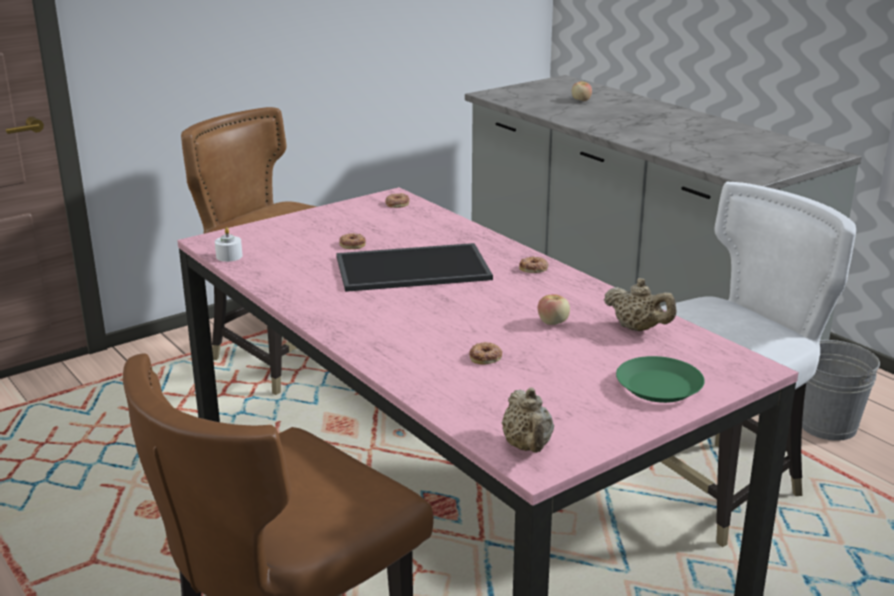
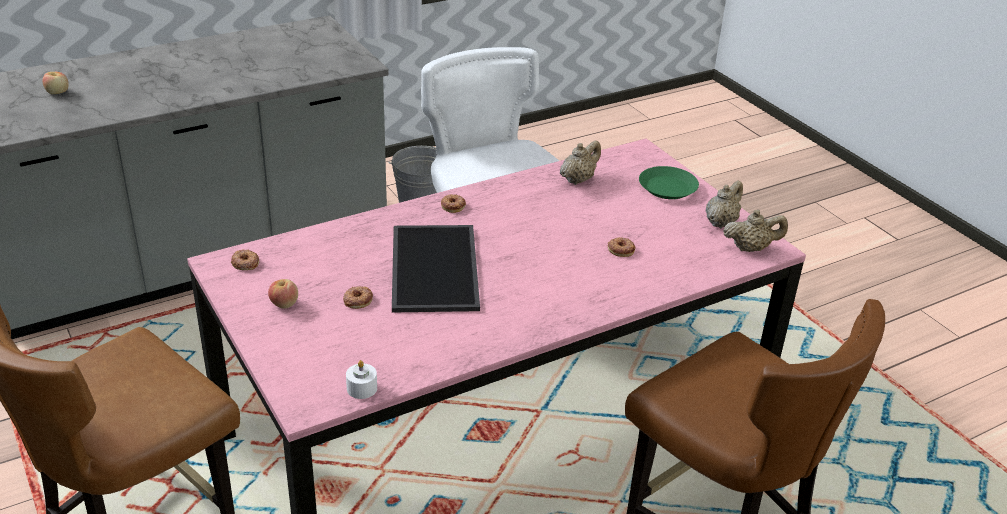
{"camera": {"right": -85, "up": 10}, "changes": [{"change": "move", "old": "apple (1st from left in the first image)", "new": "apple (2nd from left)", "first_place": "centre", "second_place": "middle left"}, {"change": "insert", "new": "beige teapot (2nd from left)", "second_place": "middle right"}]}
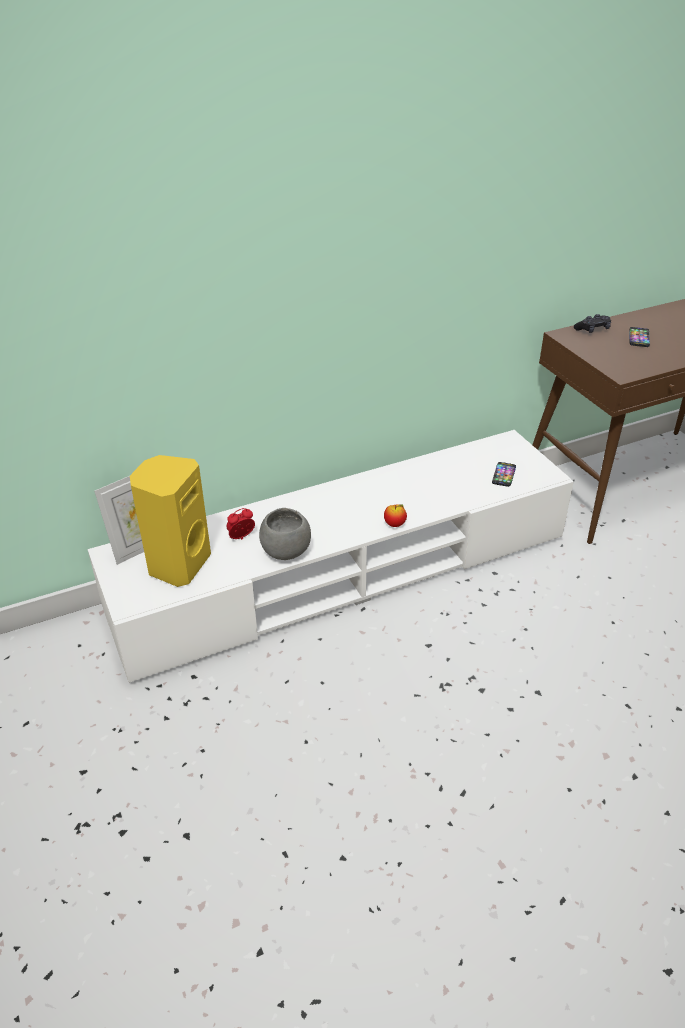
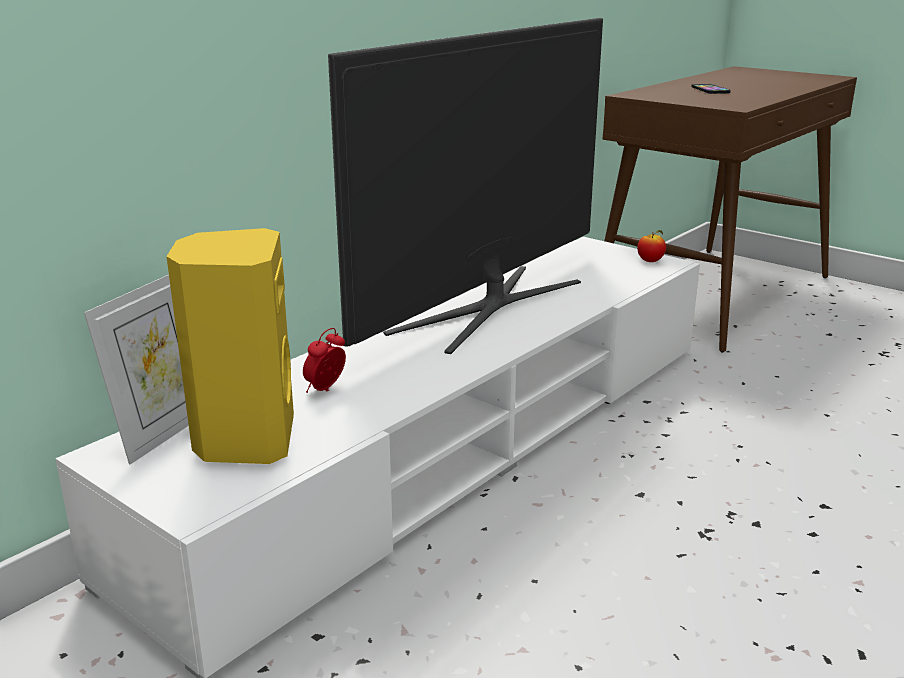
{"camera": {"right": -25, "up": -15}, "changes": [{"change": "delete", "old": "black game controller", "first_place": "top right"}, {"change": "delete", "old": "phone (1st from left)", "first_place": "middle right"}, {"change": "move", "old": "apple", "first_place": "centre", "second_place": "middle right"}, {"change": "delete", "old": "grey bowl", "first_place": "centre"}, {"change": "insert", "new": "television", "second_place": "top centre"}]}
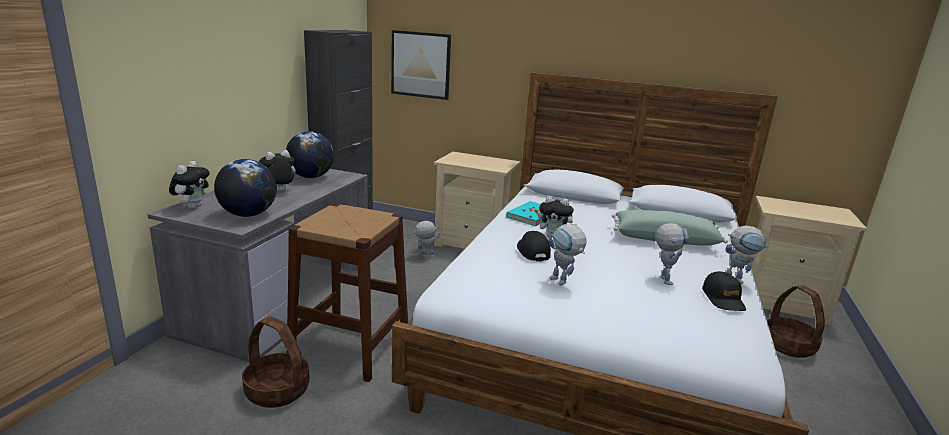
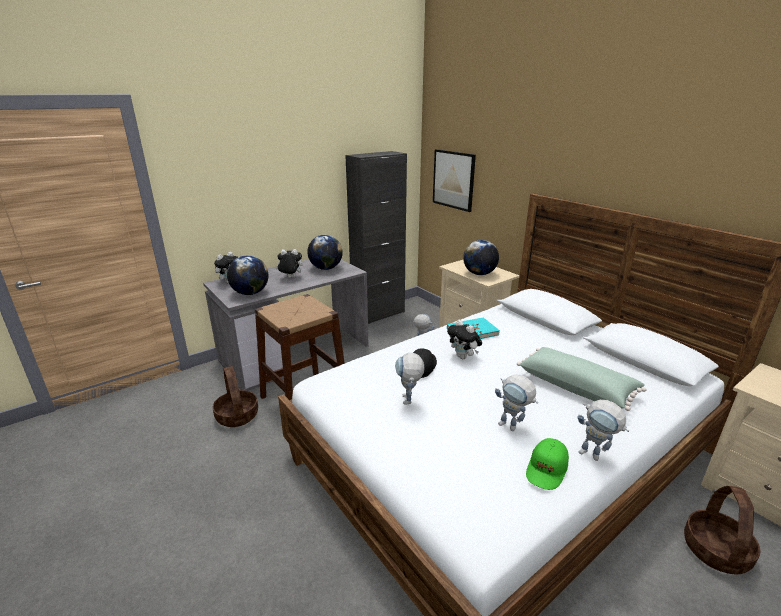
{"camera": {"right": 35, "up": 5}, "changes": [{"change": "rotate", "old": "toy robot (3rd from left)", "first_place": "middle right", "second_place": "centre", "degrees": 90}, {"change": "recolor", "old": "black cap (2nd from left)", "new": "green cap", "first_place": "bottom right", "second_place": "bottom right"}, {"change": "insert", "new": "globe (3rd from left)", "second_place": "centre"}]}
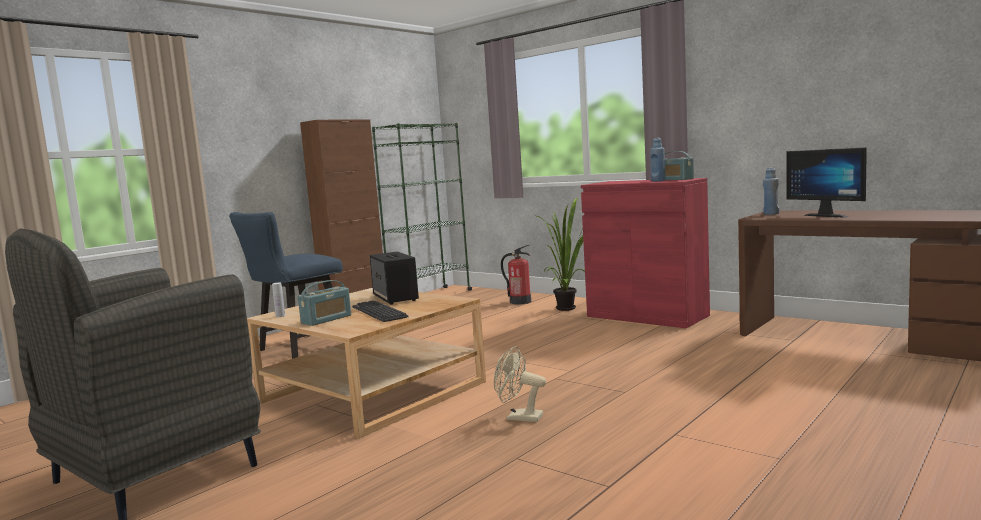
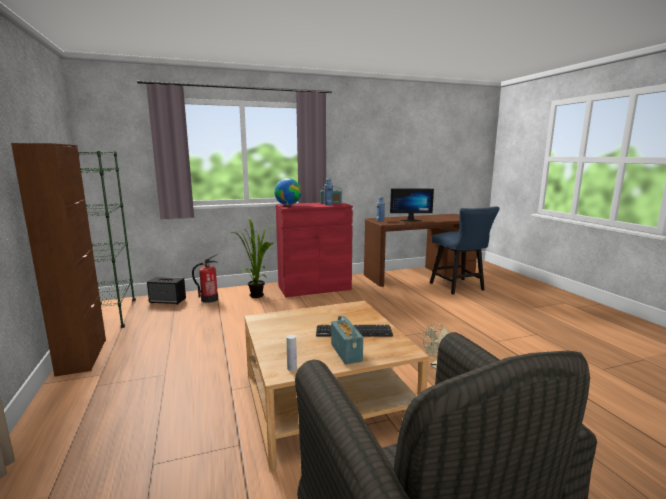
{"camera": {"right": -60, "up": 5}, "changes": [{"change": "move", "old": "blue chair", "first_place": "middle left", "second_place": "middle right"}, {"change": "move", "old": "speaker", "first_place": "centre", "second_place": "middle left"}, {"change": "insert", "new": "globe", "second_place": "centre"}]}
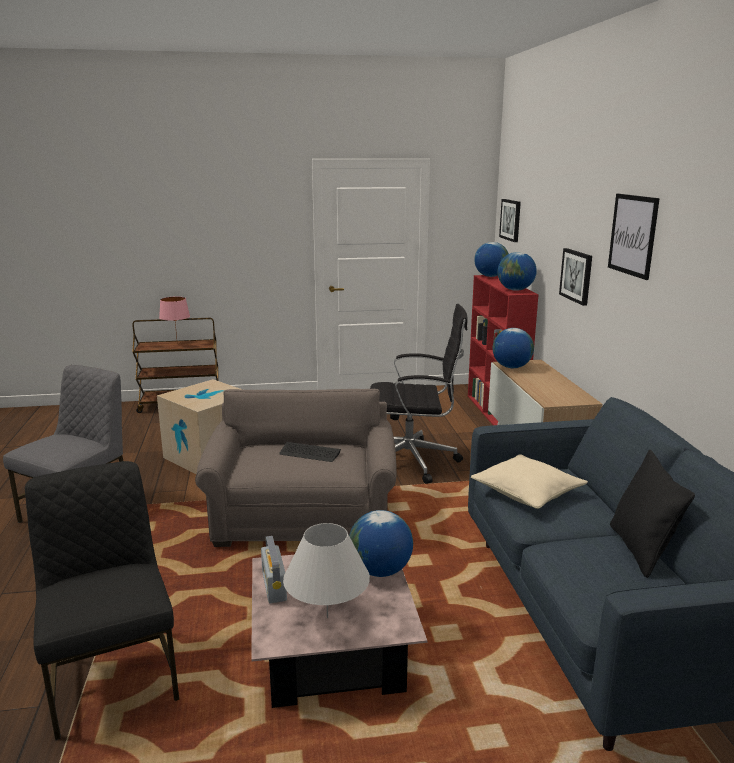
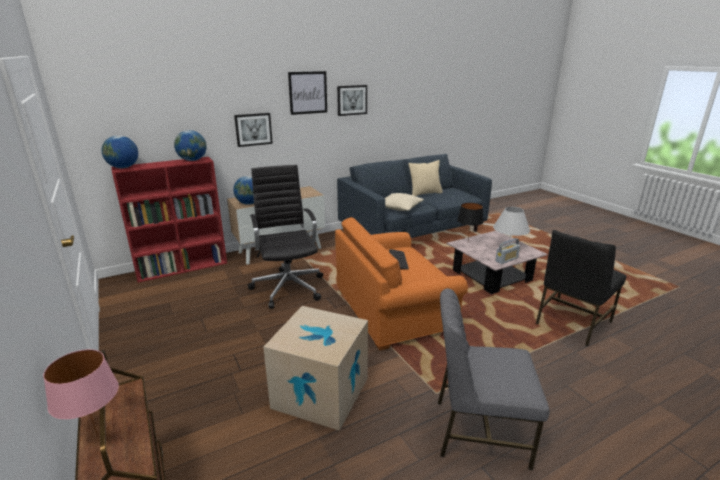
{"camera": {"right": -110, "up": 5}, "changes": [{"change": "move", "old": "picture (1st from left in the first image)", "new": "picture (3rd from left)", "first_place": "top right", "second_place": "top centre"}, {"change": "recolor", "old": "grey armchair", "new": "orange armchair", "first_place": "centre", "second_place": "centre"}, {"change": "recolor", "old": "black pillow", "new": "beige pillow (2nd from left)", "first_place": "bottom right", "second_place": "centre"}, {"change": "replace", "old": "globe (1st from left)", "new": "black table lamp", "first_place": "bottom centre", "second_place": "centre"}]}
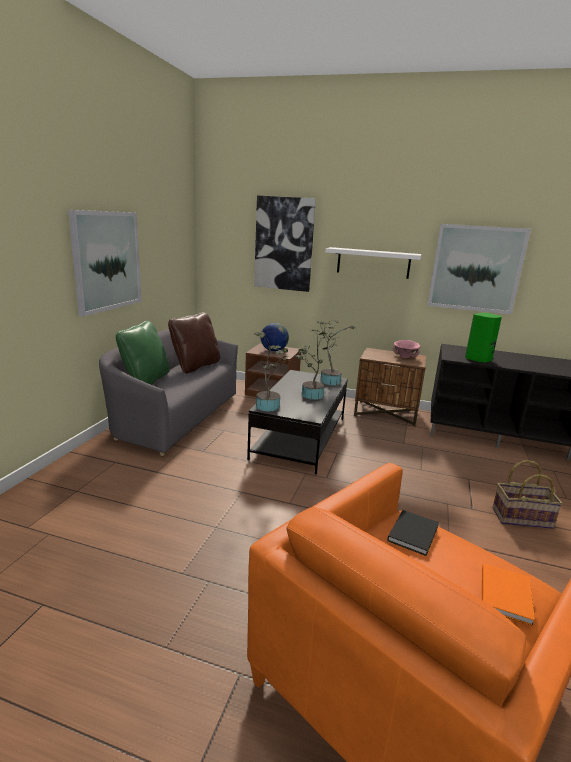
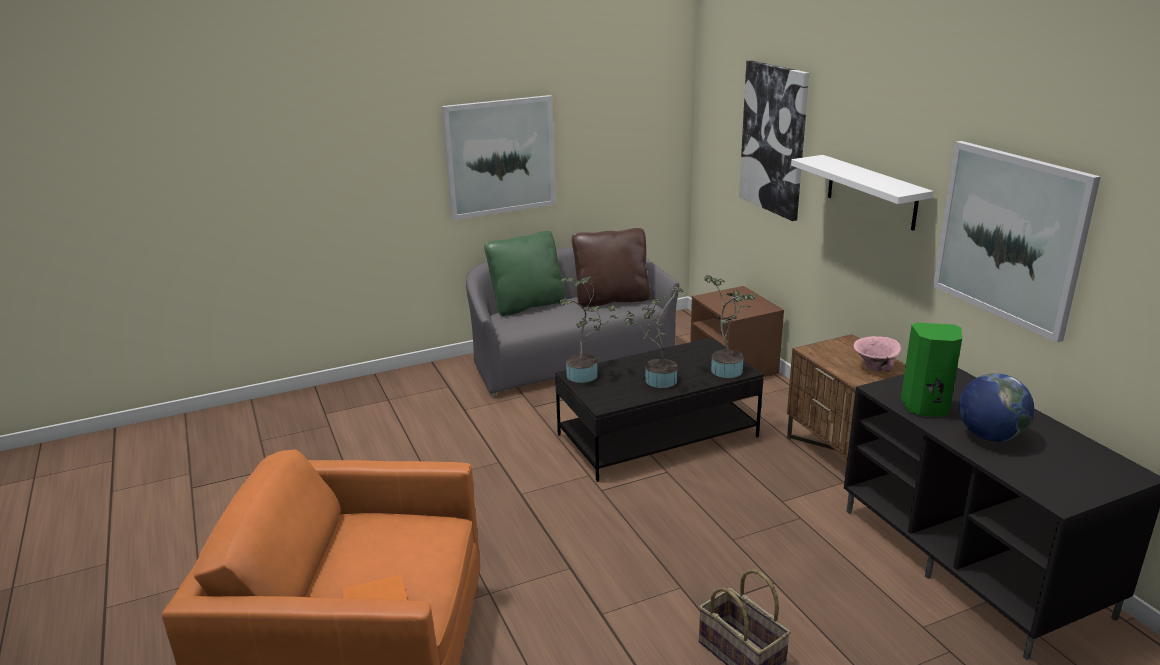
{"camera": {"right": 50, "up": 5}, "changes": [{"change": "move", "old": "globe", "first_place": "centre", "second_place": "middle right"}, {"change": "delete", "old": "black book", "first_place": "bottom right"}]}
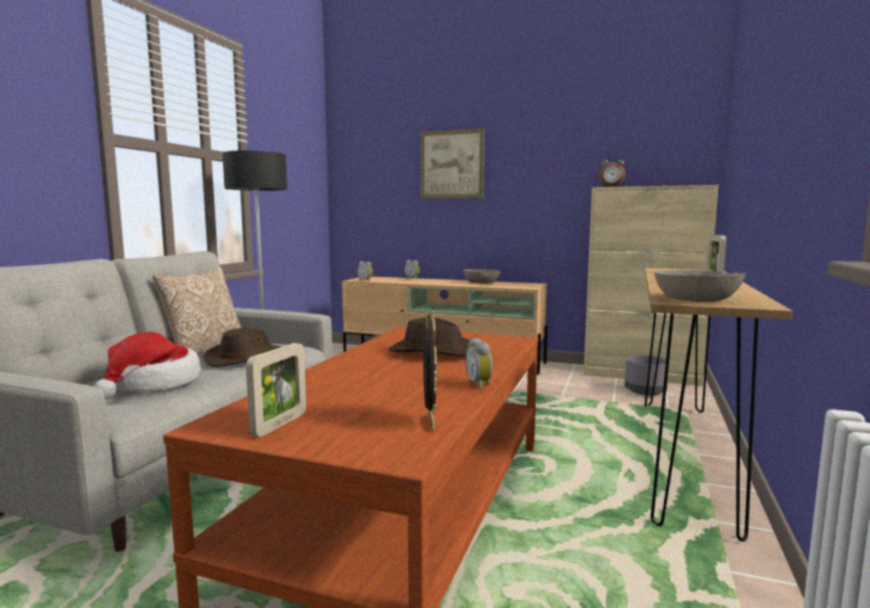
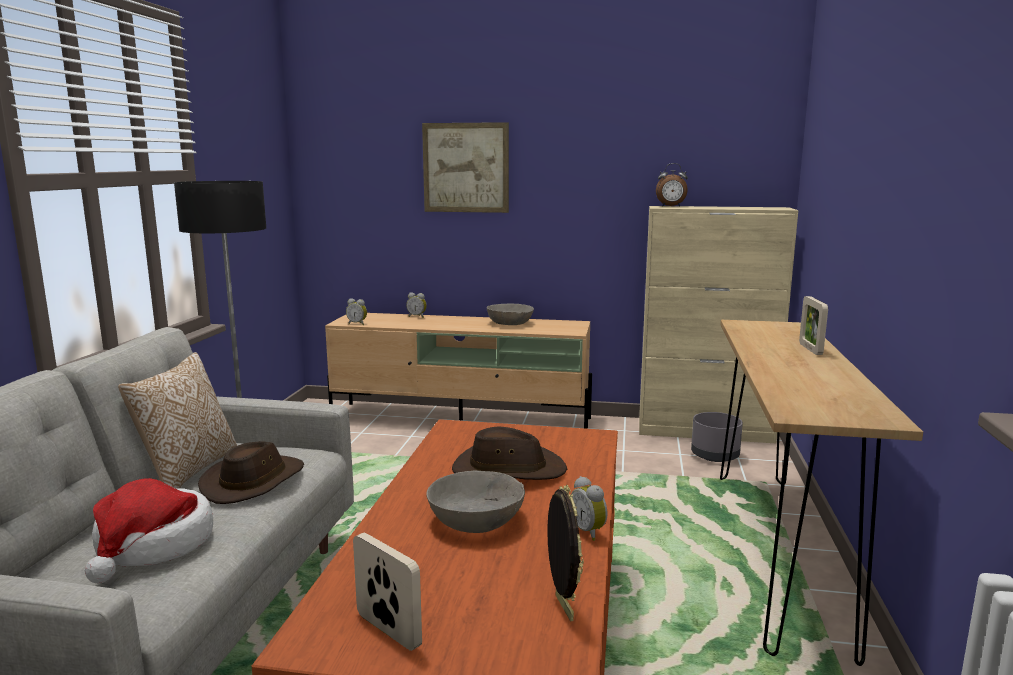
{"camera": {"right": -10, "up": 5}, "changes": [{"change": "move", "old": "grey bowl (2nd from left in the first image)", "new": "grey bowl (1st from left)", "first_place": "middle right", "second_place": "bottom centre"}, {"change": "rotate", "old": "picture frame (1st from left)", "first_place": "middle left", "second_place": "bottom centre", "degrees": -60}]}
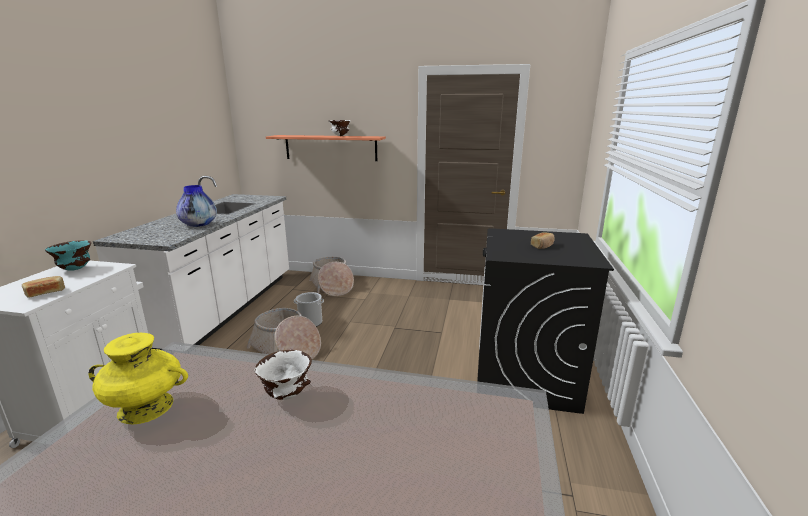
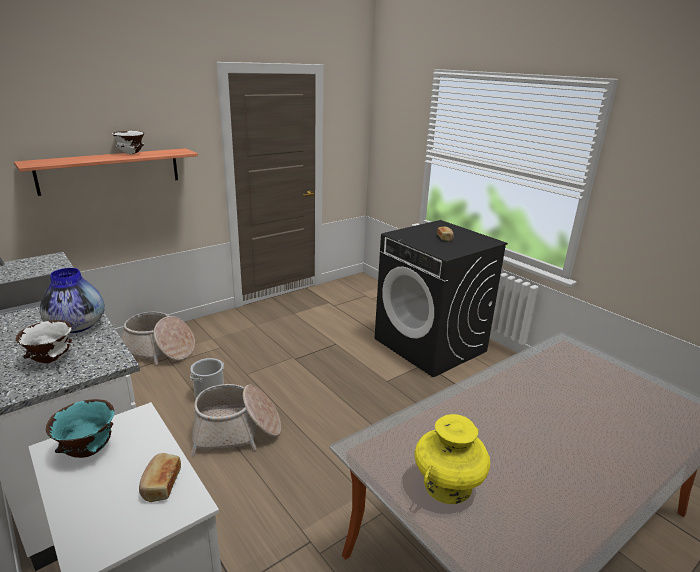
{"camera": {"right": -50, "up": 5}, "changes": [{"change": "move", "old": "white bowl (1st from left)", "first_place": "bottom centre", "second_place": "middle left"}]}
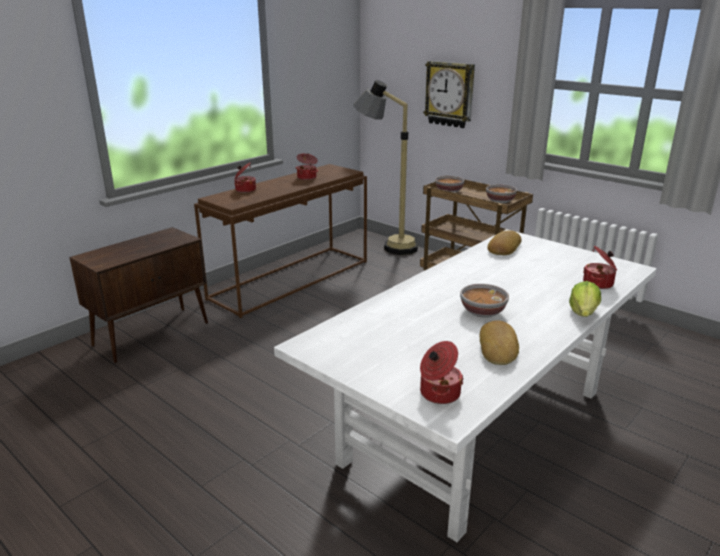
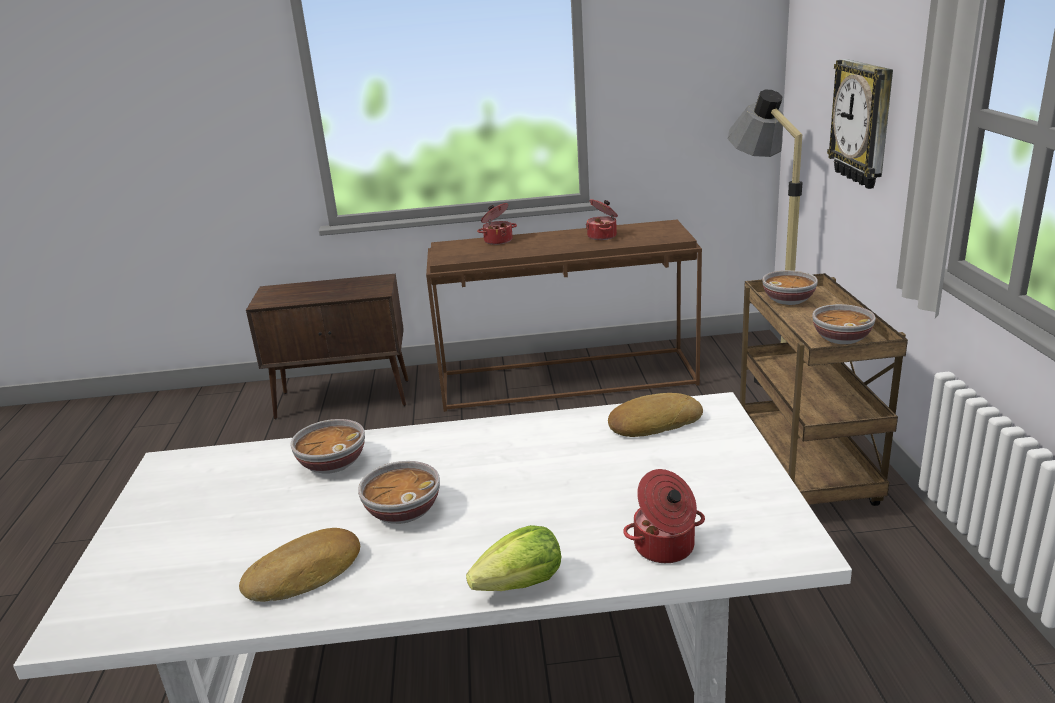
{"camera": {"right": 45, "up": 0}, "changes": [{"change": "delete", "old": "cooking pot (3rd from left)", "first_place": "bottom centre"}, {"change": "insert", "new": "bowl (1st from left)", "second_place": "middle left"}]}
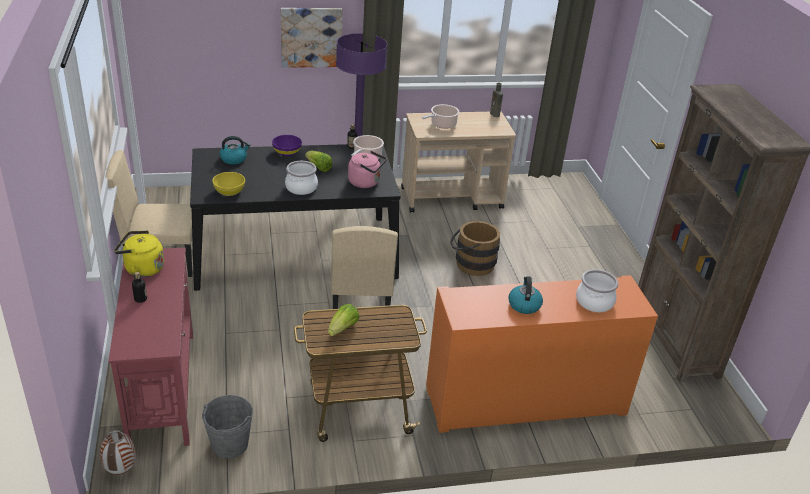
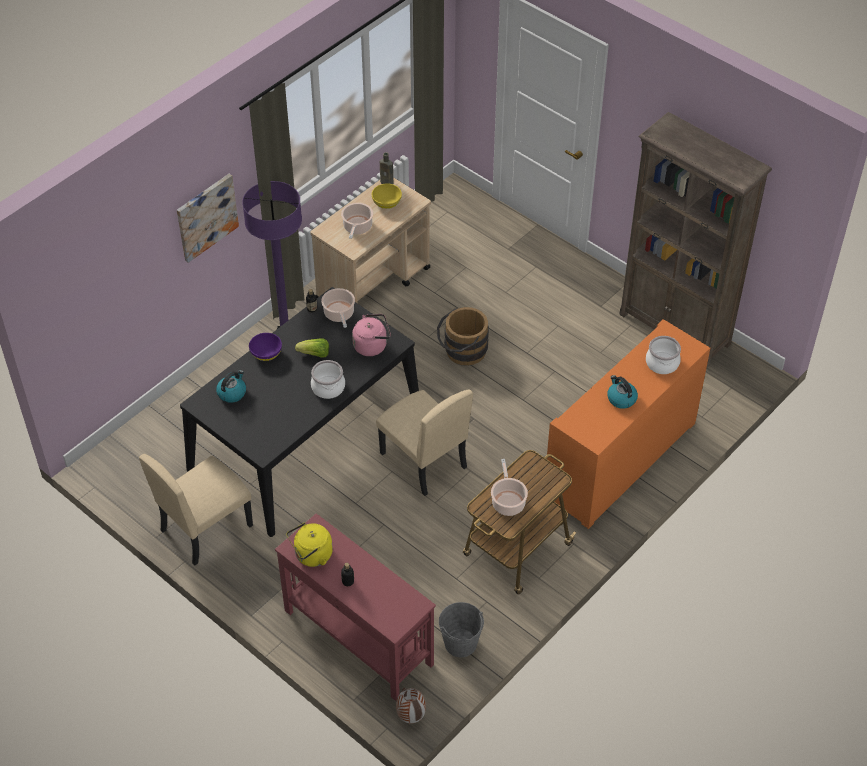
{"camera": {"right": -35, "up": 15}, "changes": [{"change": "move", "old": "yellow bowl", "first_place": "middle left", "second_place": "top centre"}, {"change": "replace", "old": "lettuce (2nd from left)", "new": "cooking pot (4th from left)", "first_place": "centre", "second_place": "centre"}]}
